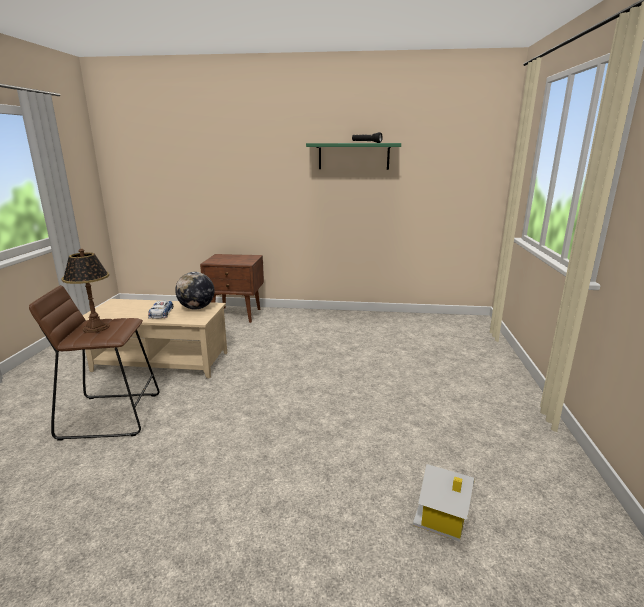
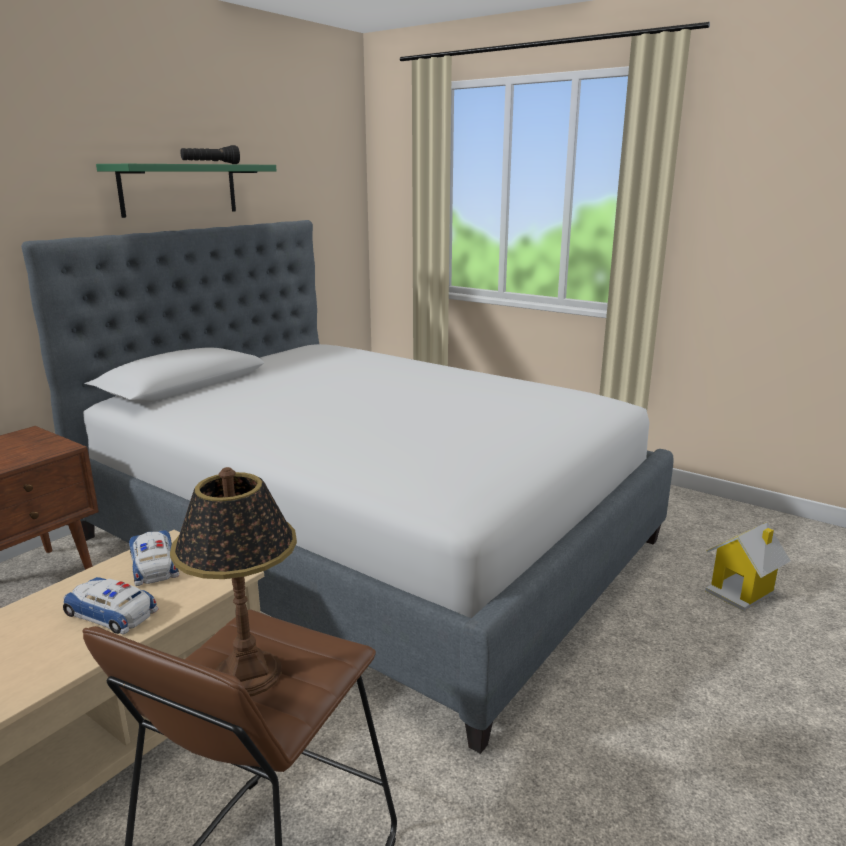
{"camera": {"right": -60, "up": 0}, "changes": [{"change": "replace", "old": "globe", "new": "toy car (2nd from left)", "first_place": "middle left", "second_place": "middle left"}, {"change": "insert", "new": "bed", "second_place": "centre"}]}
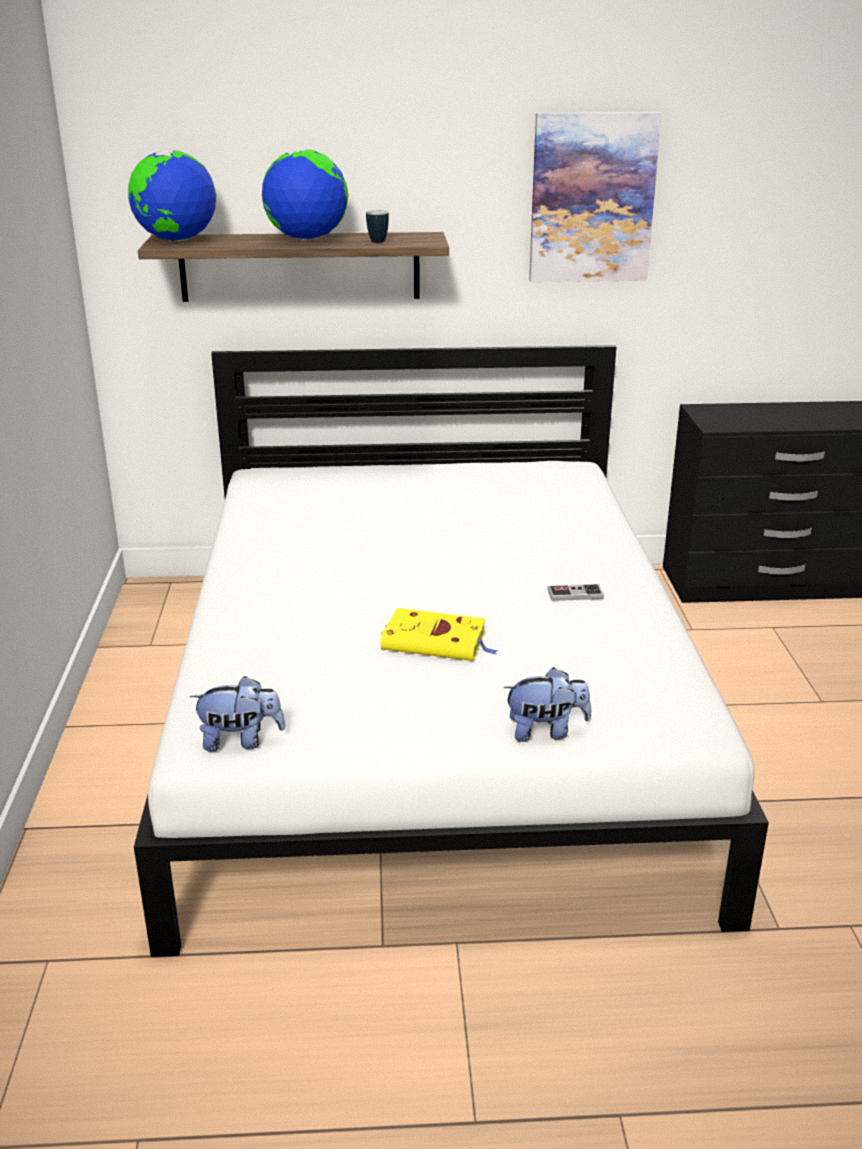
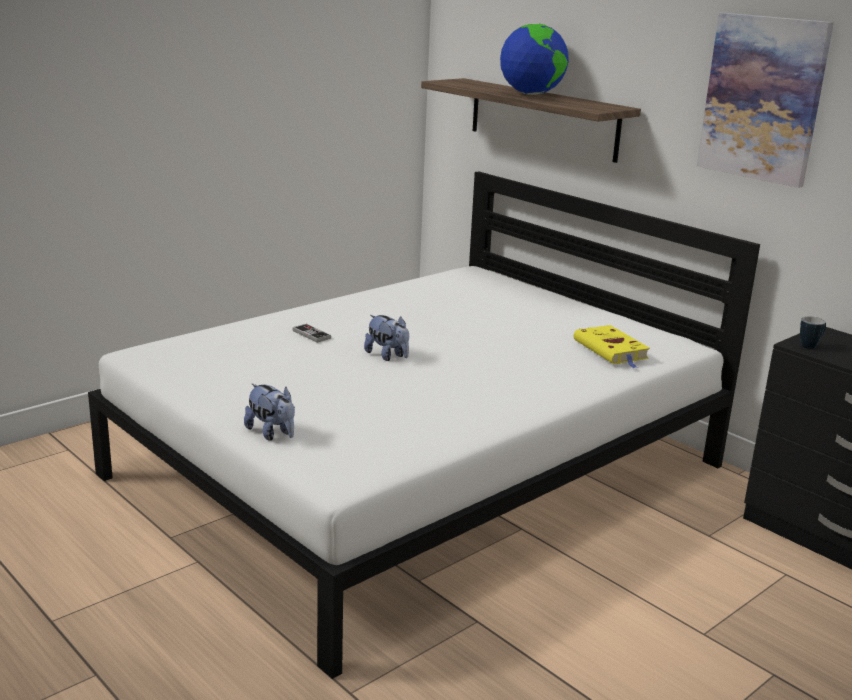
{"camera": {"right": 50, "up": -5}, "changes": [{"change": "delete", "old": "globe (1st from left)", "first_place": "top left"}, {"change": "move", "old": "mug", "first_place": "top centre", "second_place": "middle right"}, {"change": "move", "old": "game controller", "first_place": "middle right", "second_place": "centre"}, {"change": "move", "old": "yellow book", "first_place": "centre", "second_place": "middle right"}, {"change": "move", "old": "plush toy (1st from left in the first image)", "new": "plush toy (2nd from left)", "first_place": "middle left", "second_place": "centre"}]}
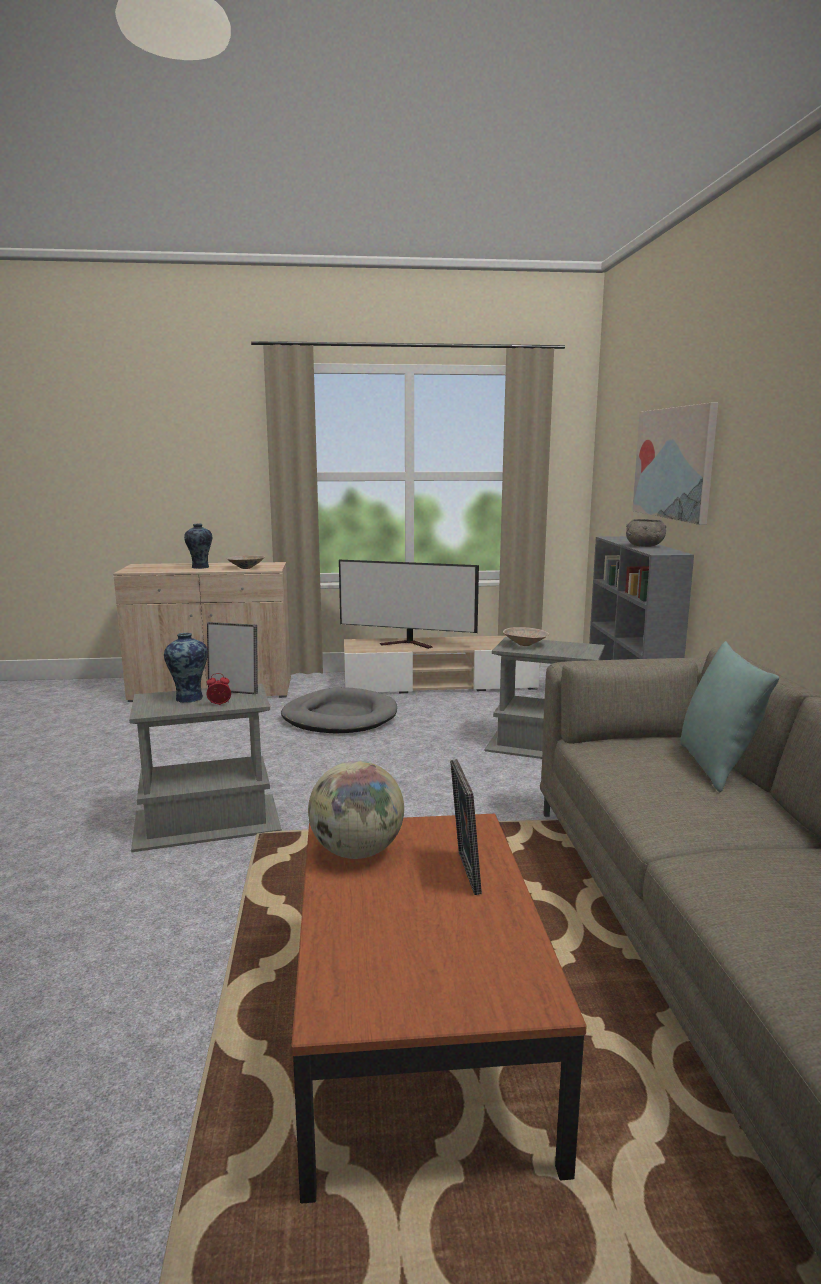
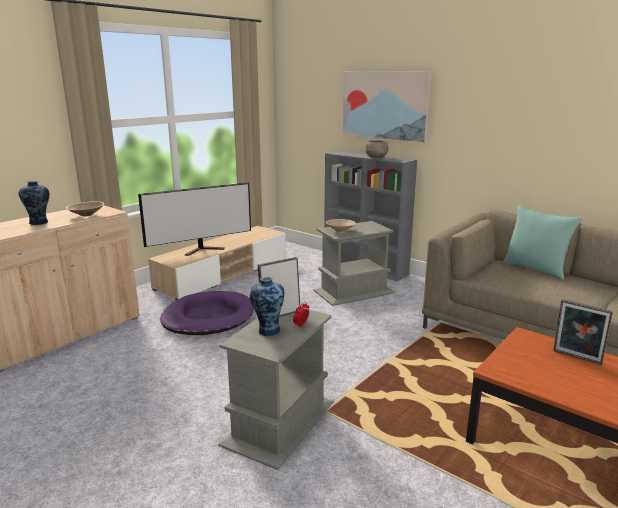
{"camera": {"right": -45, "up": 5}, "changes": [{"change": "recolor", "old": "grey dog bed", "new": "purple dog bed", "first_place": "centre", "second_place": "centre"}, {"change": "delete", "old": "globe", "first_place": "centre"}]}
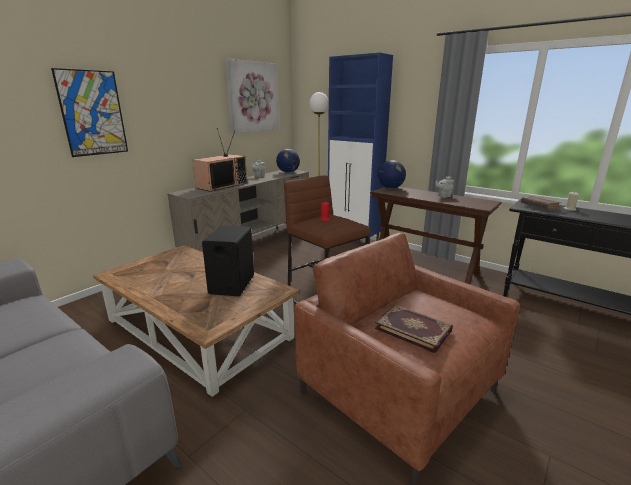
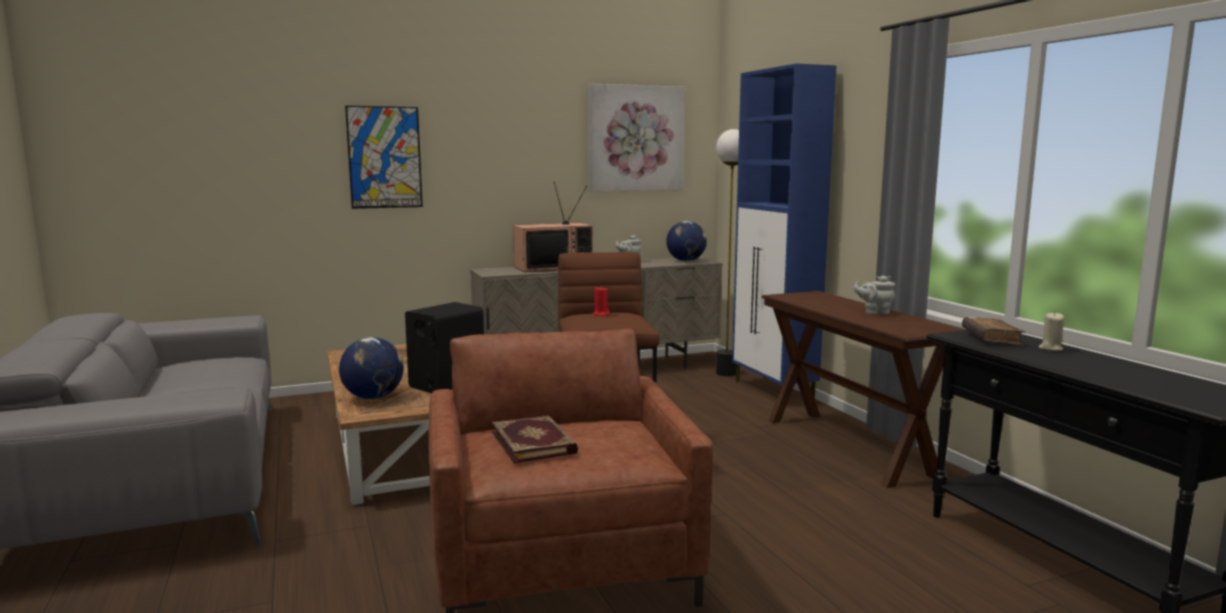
{"camera": {"right": 30, "up": -10}, "changes": [{"change": "move", "old": "globe (2nd from left in the first image)", "new": "globe (1st from left)", "first_place": "centre", "second_place": "middle left"}]}
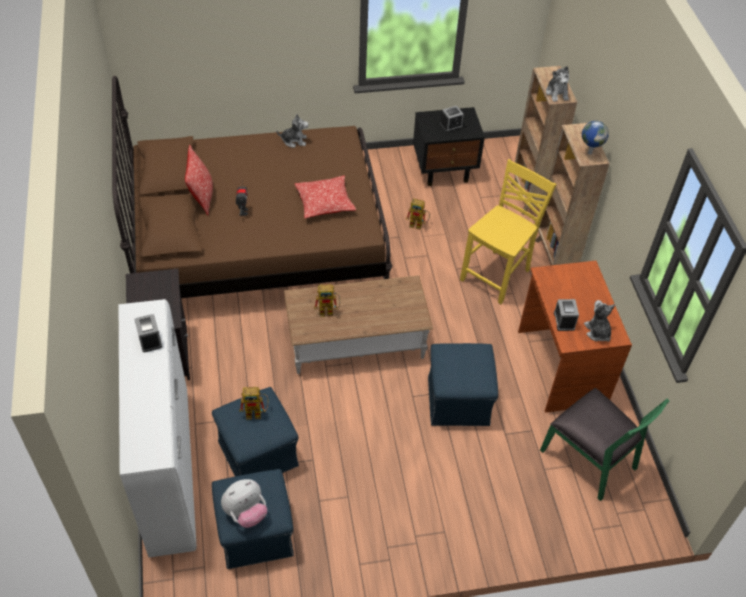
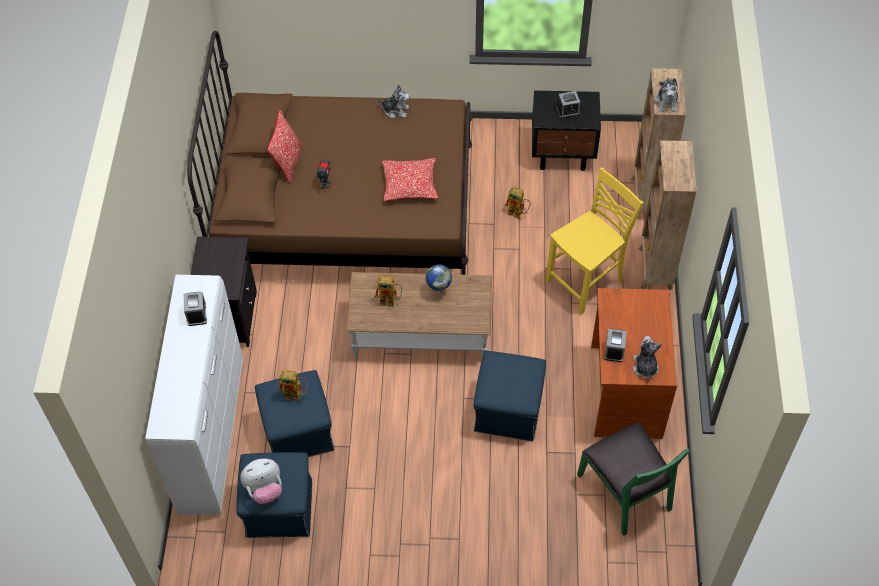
{"camera": {"right": 15, "up": 5}, "changes": [{"change": "move", "old": "globe", "first_place": "top right", "second_place": "centre"}]}
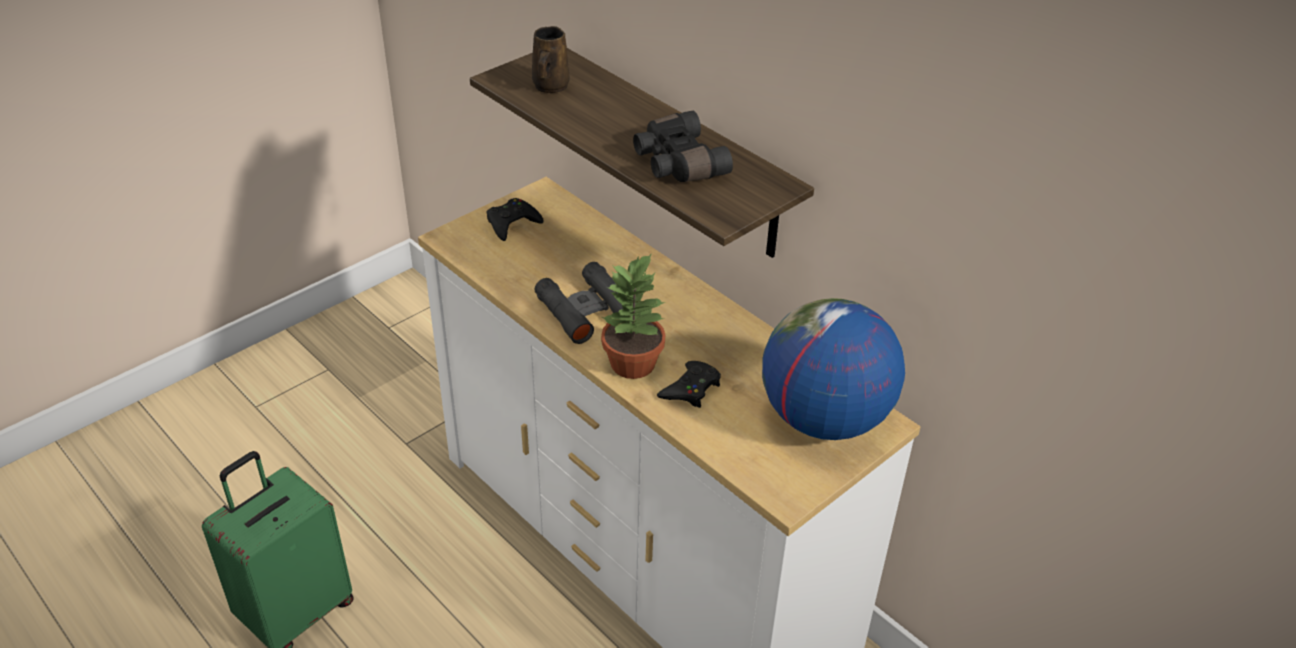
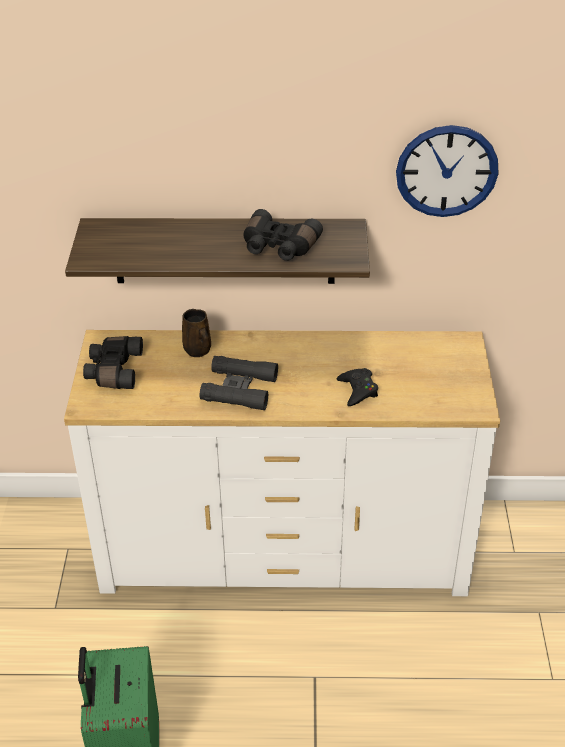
{"camera": {"right": -45, "up": 0}, "changes": [{"change": "move", "old": "brown mug", "first_place": "top centre", "second_place": "centre"}, {"change": "replace", "old": "black game controller (1st from left)", "new": "black binoculars (1st from left)", "first_place": "centre", "second_place": "middle left"}, {"change": "delete", "old": "potted plant", "first_place": "centre"}, {"change": "delete", "old": "globe", "first_place": "centre"}, {"change": "insert", "new": "wall clock", "second_place": "top right"}]}
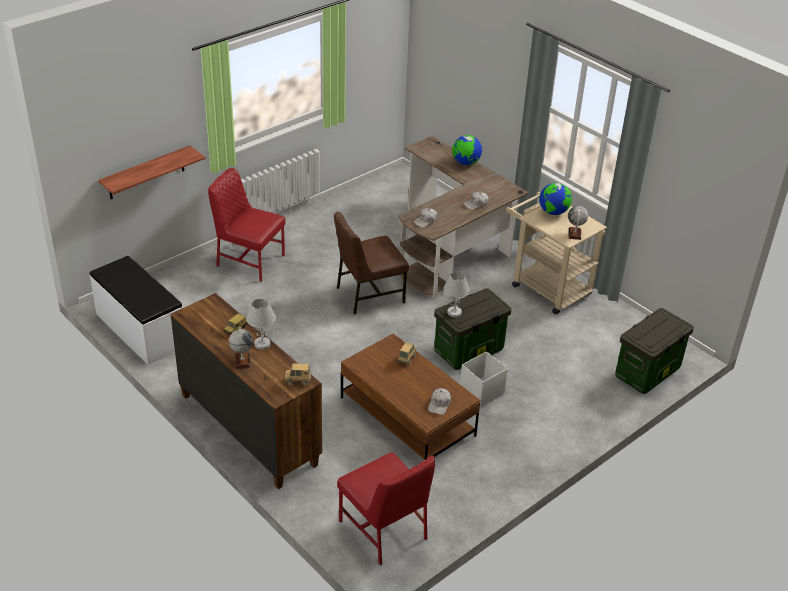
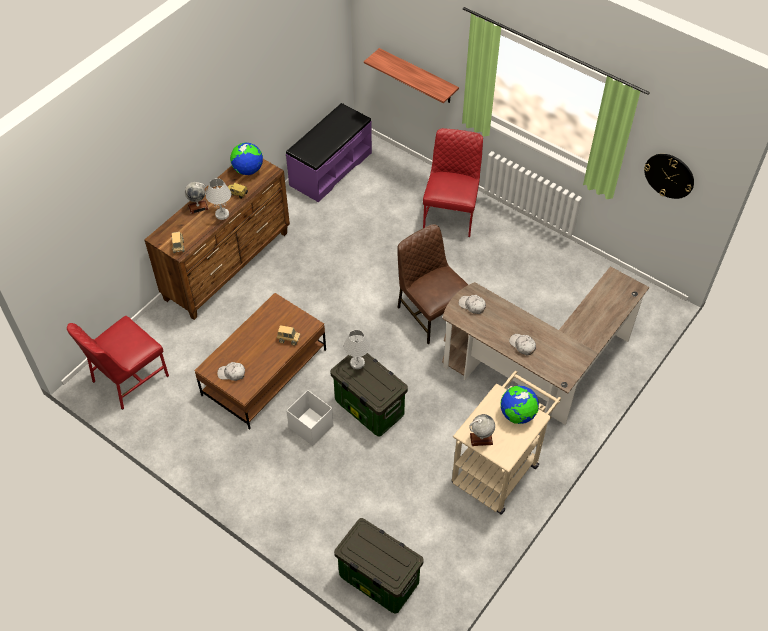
{"camera": {"right": 80, "up": 15}, "changes": [{"change": "move", "old": "globe (2nd from left)", "first_place": "top centre", "second_place": "top left"}, {"change": "recolor", "old": "white bench", "new": "purple bench", "first_place": "middle left", "second_place": "top centre"}, {"change": "insert", "new": "wall clock", "second_place": "top right"}]}
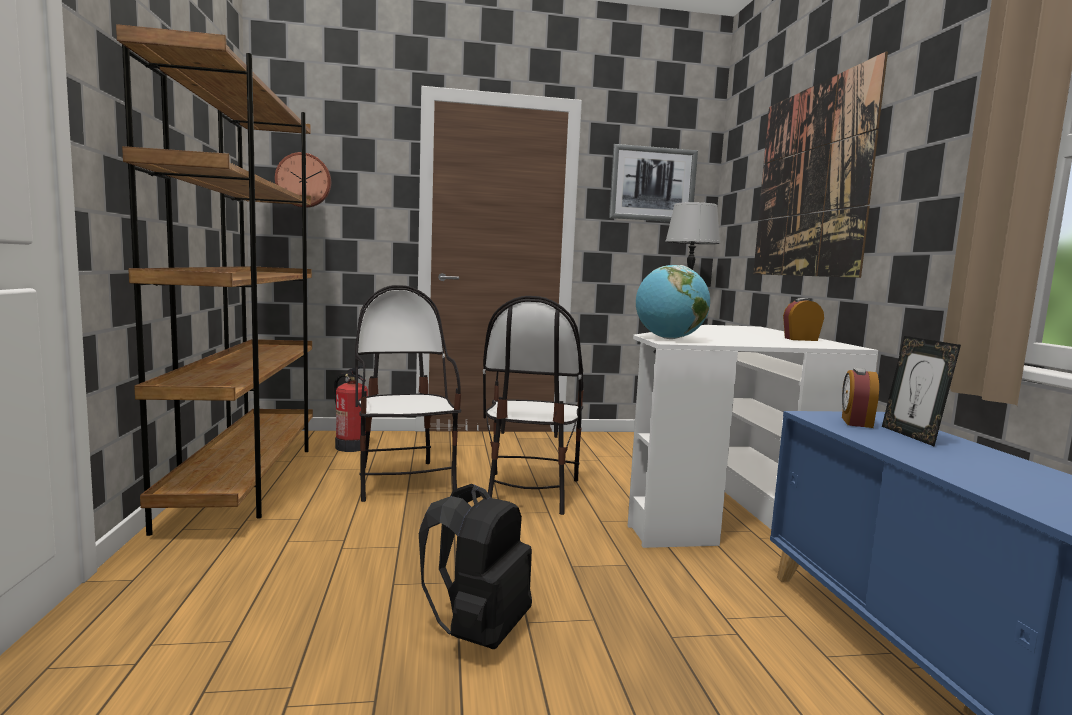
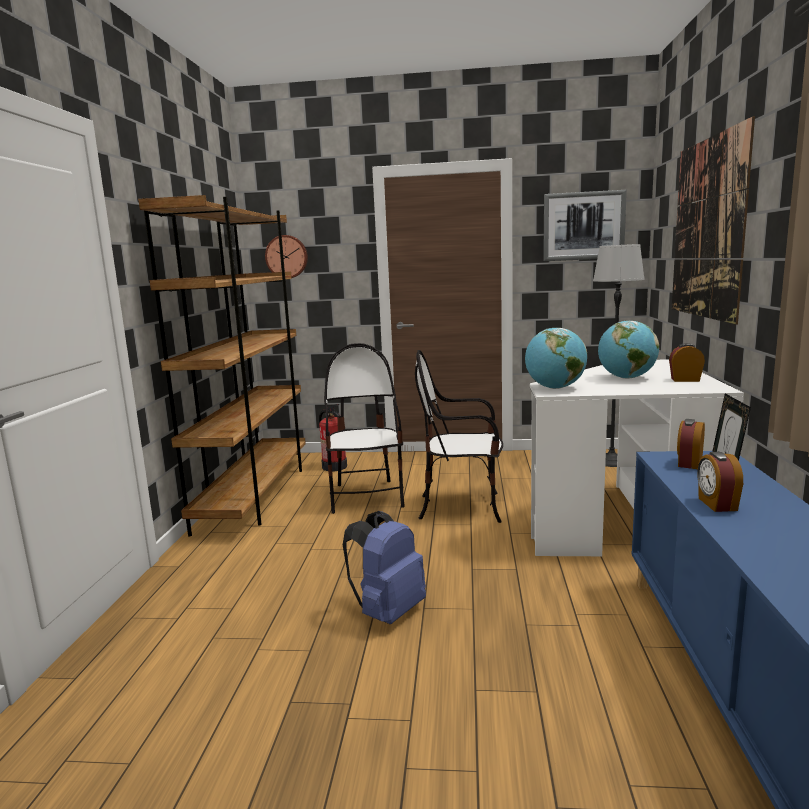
{"camera": {"right": 15, "up": 5}, "changes": [{"change": "rotate", "old": "chair (2nd from left)", "first_place": "centre", "second_place": "centre", "degrees": 75}, {"change": "recolor", "old": "black backpack", "new": "blue backpack", "first_place": "bottom centre", "second_place": "bottom centre"}, {"change": "insert", "new": "globe (2nd from left)", "second_place": "middle right"}, {"change": "insert", "new": "alarm clock (3rd from left)", "second_place": "middle right"}]}
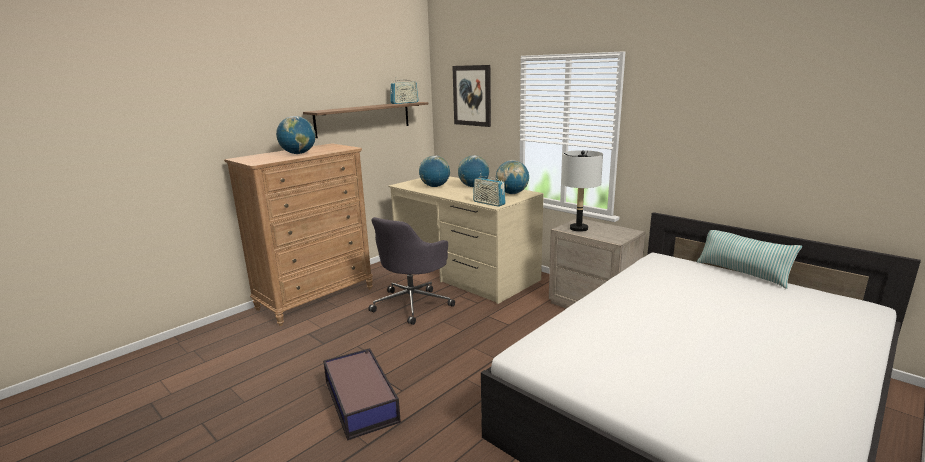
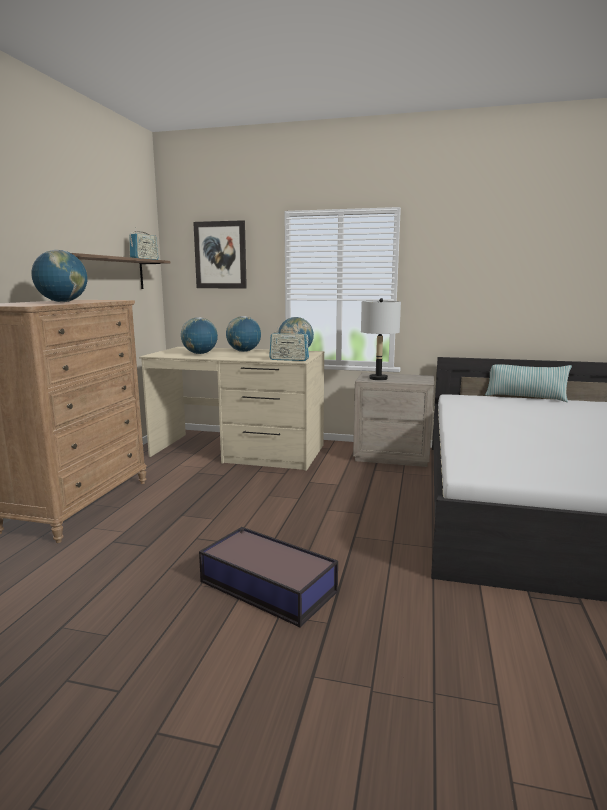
{"camera": {"right": -30, "up": -5}, "changes": [{"change": "delete", "old": "grey office chair", "first_place": "centre"}]}
